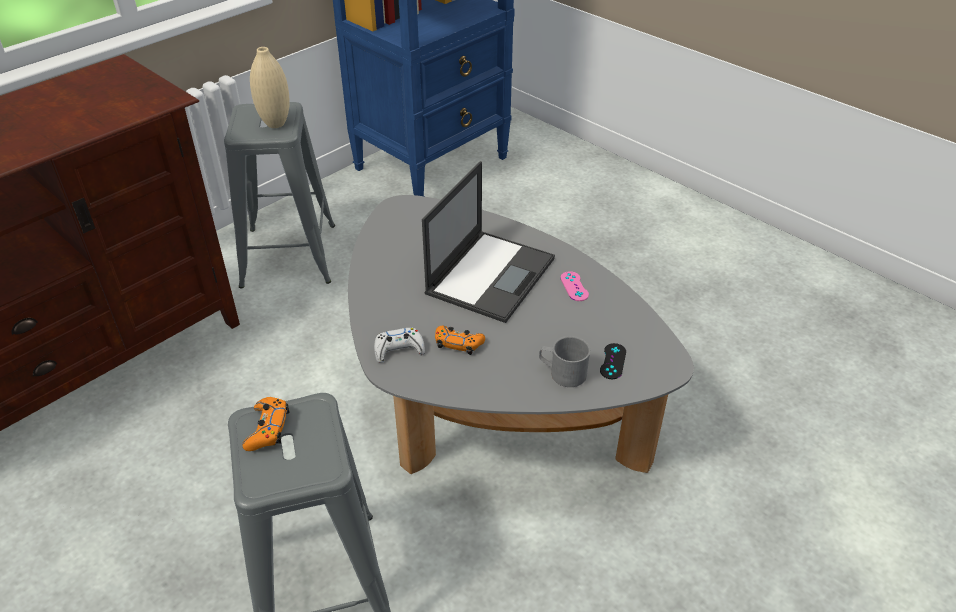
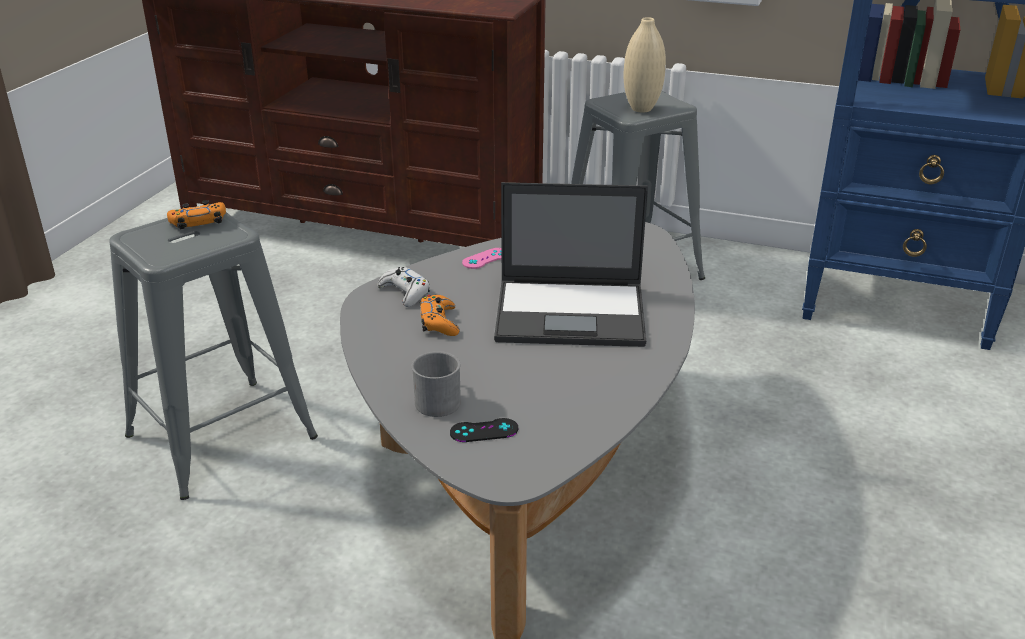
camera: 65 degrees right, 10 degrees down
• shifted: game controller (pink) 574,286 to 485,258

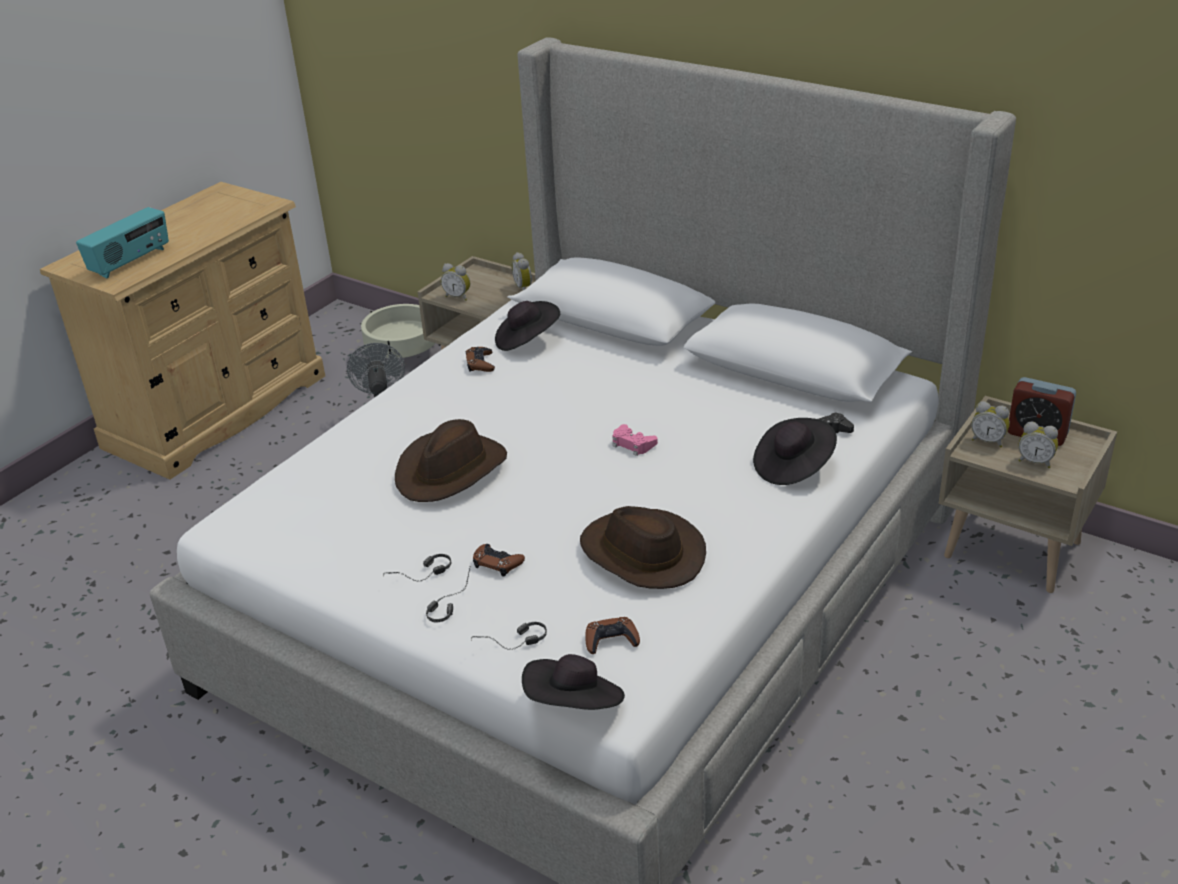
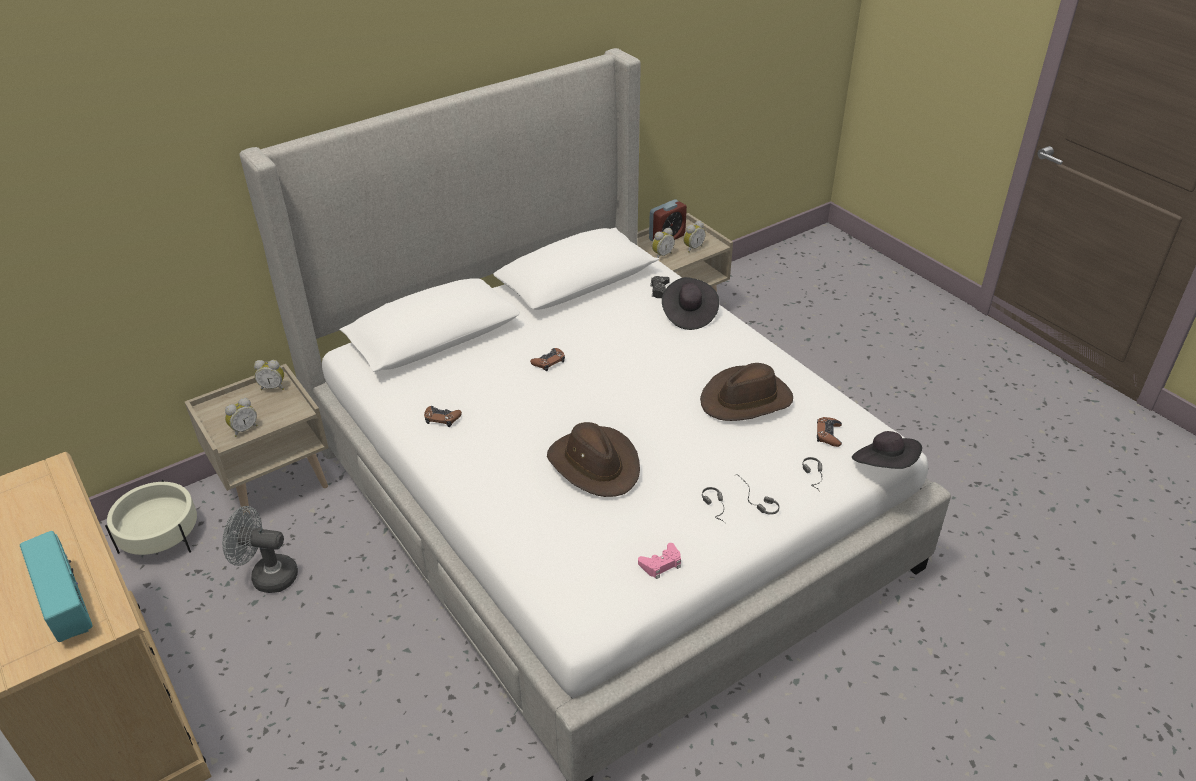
camera: 70 degrees left, 5 degrees up
• gone: hat (black) 526,340
• shifted: game controller (brown) 497,563 to 548,362
• shifted: game controller (pink) 633,444 to 661,564

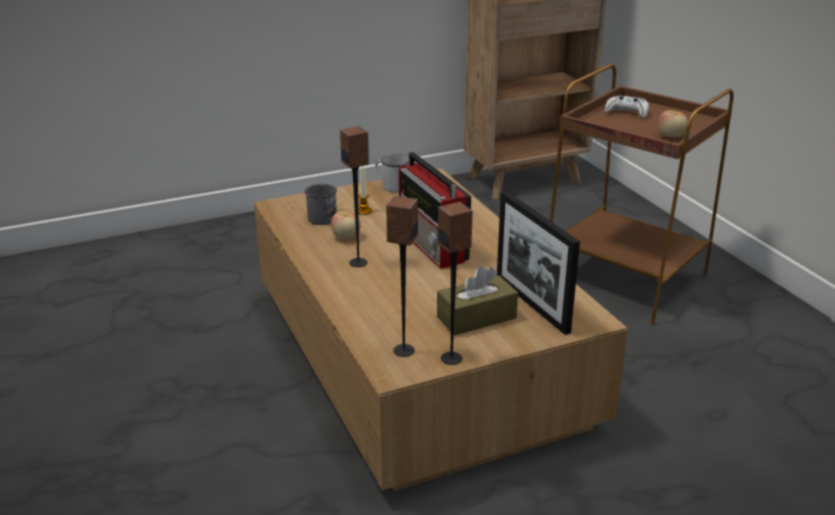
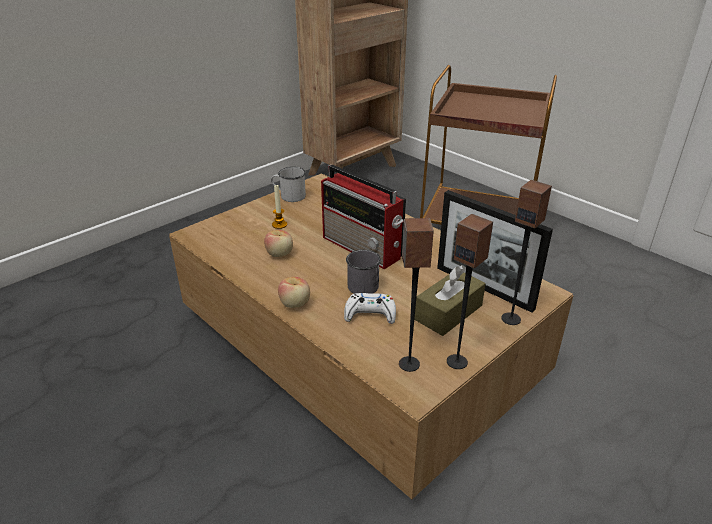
camera: 20 degrees left, 5 degrees up
• shifted: mug (grey) 324,216 to 363,283
• shifted: speaker 358,262 to 511,318
• shifted: game controller (white) 626,112 to 370,314
• shifted: apple 671,136 to 295,304

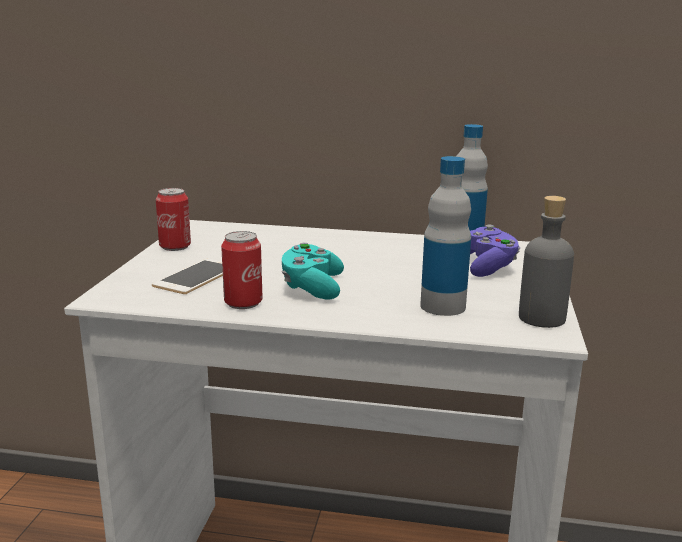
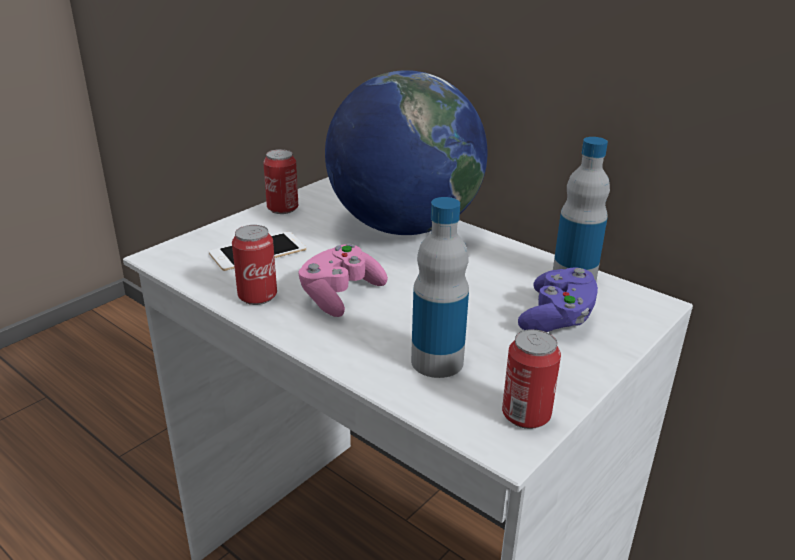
camera: 30 degrees right, 10 degrees up
• new: globe 403,227
• swapped: bottle (grey) 541,318 to can 526,415
• repainted: game controller (turquoise) 312,287 to game controller (pink) 340,295

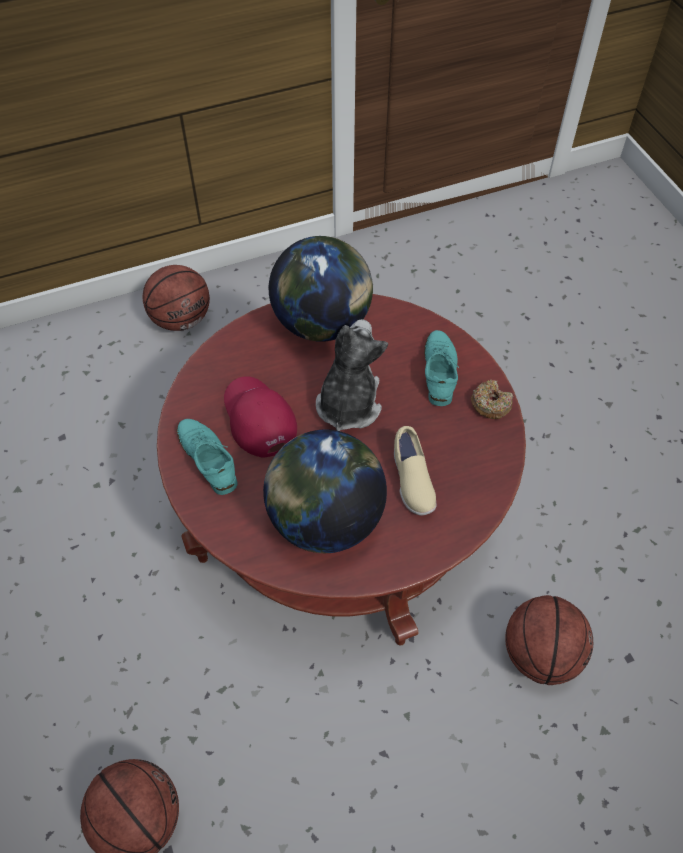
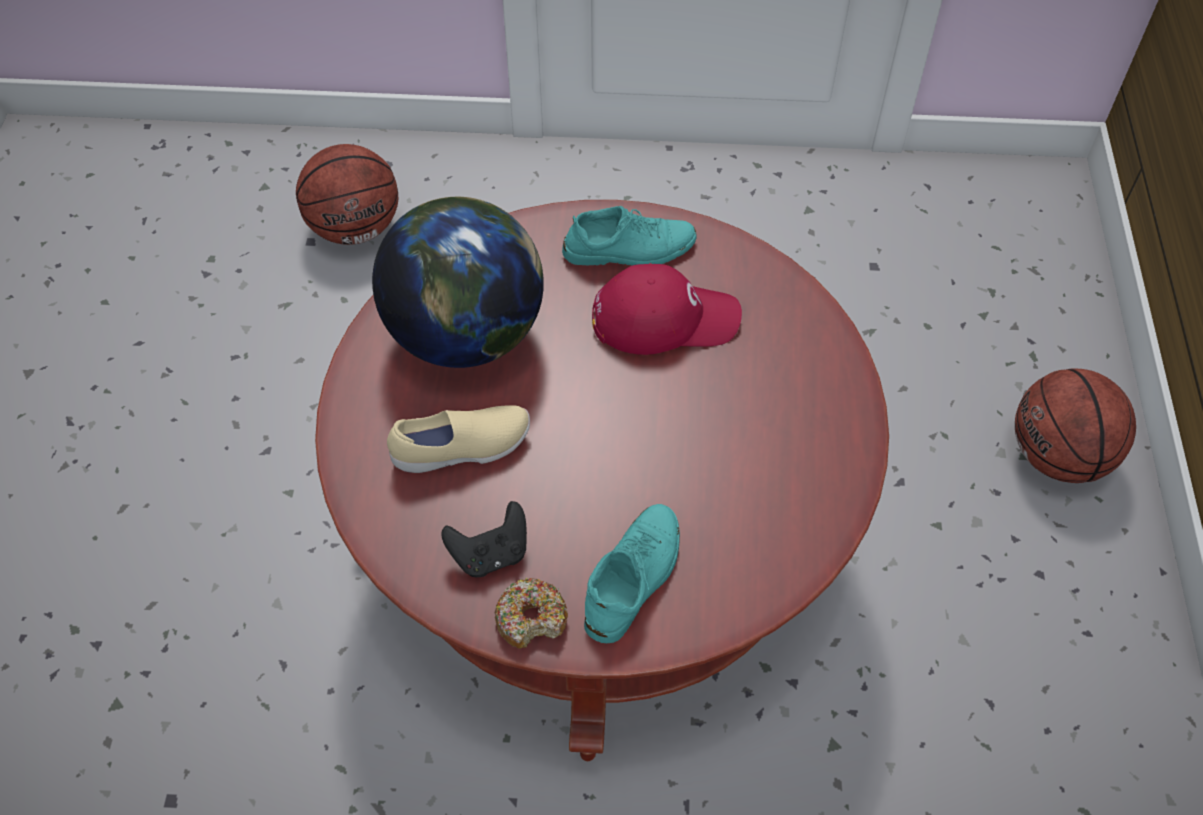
camera: 115 degrees right, 0 degrees up
• gone: globe 322,323
• gone: plush toy 348,404
• gone: basketball 540,653
• new: game controller (black) 490,554
• rotated: shoe (beige) 411,481 = 462,450 150 degrees clockwise
• rotated: shoe (turquoise) 439,371 = 633,577 90 degrees counterclockwise

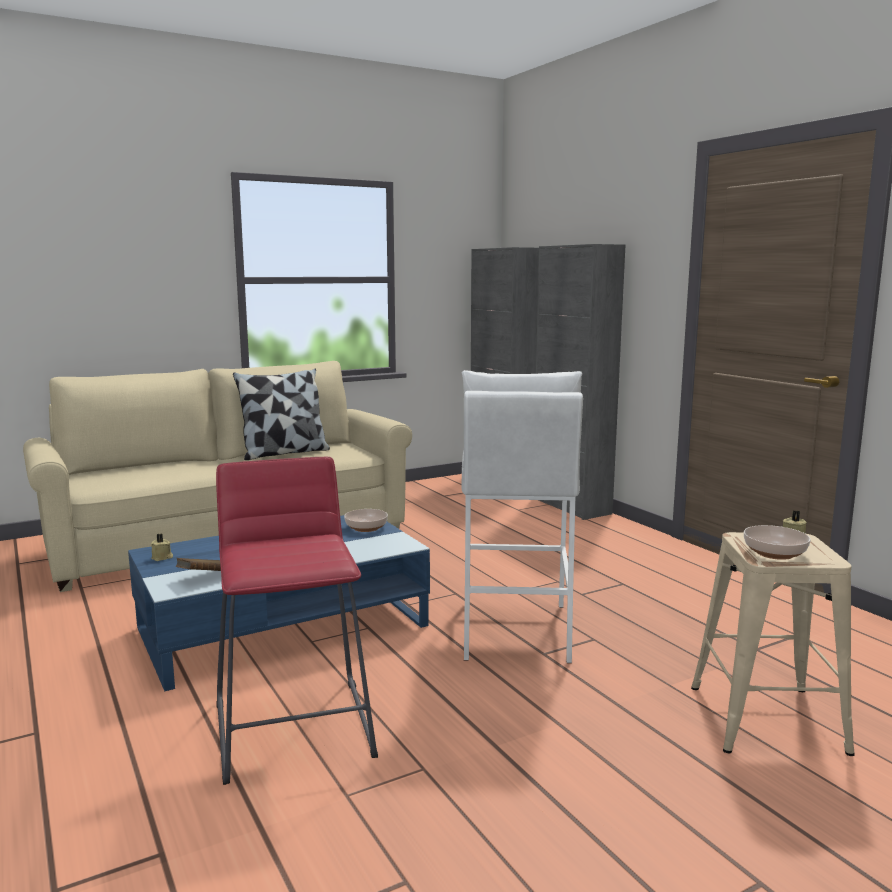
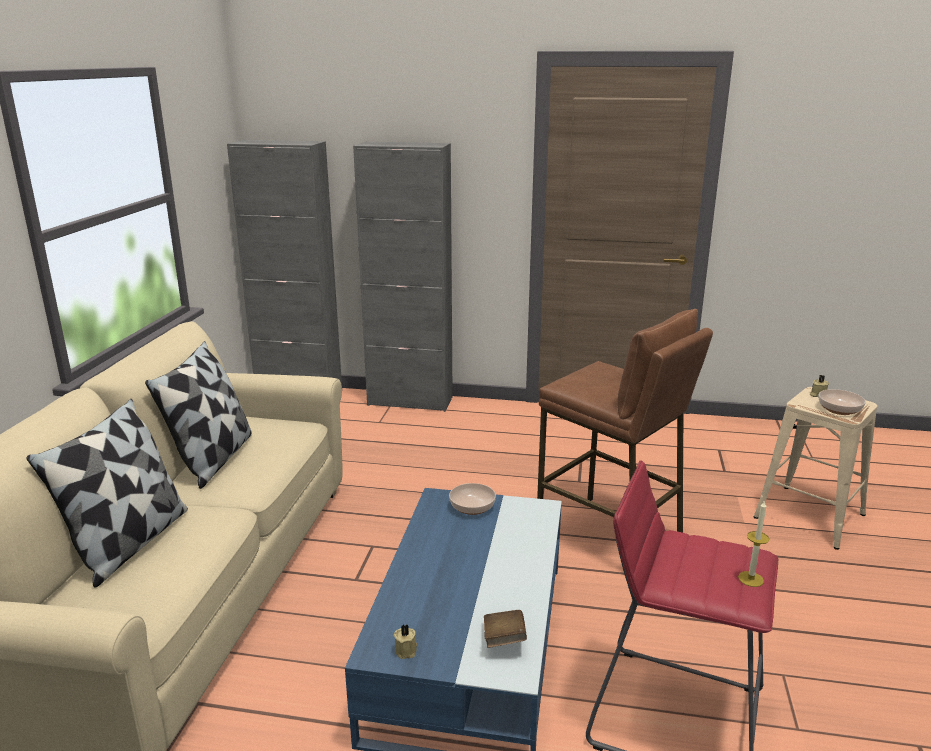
camera: 50 degrees left, 10 degrees up
• new: pillow 129,543
• new: candle 750,579
• repainted: stool (white) 514,631 to stool (brown) 609,537

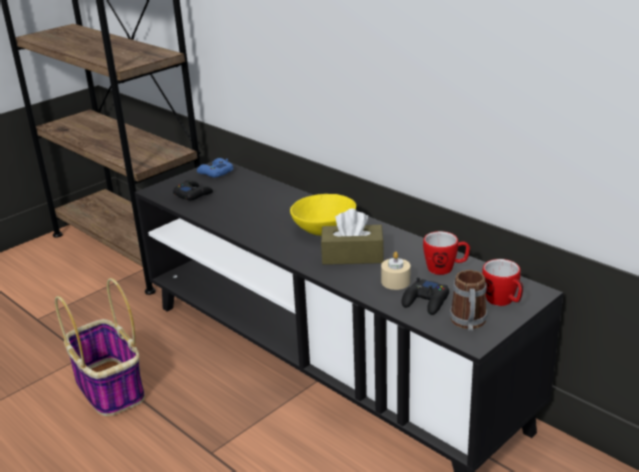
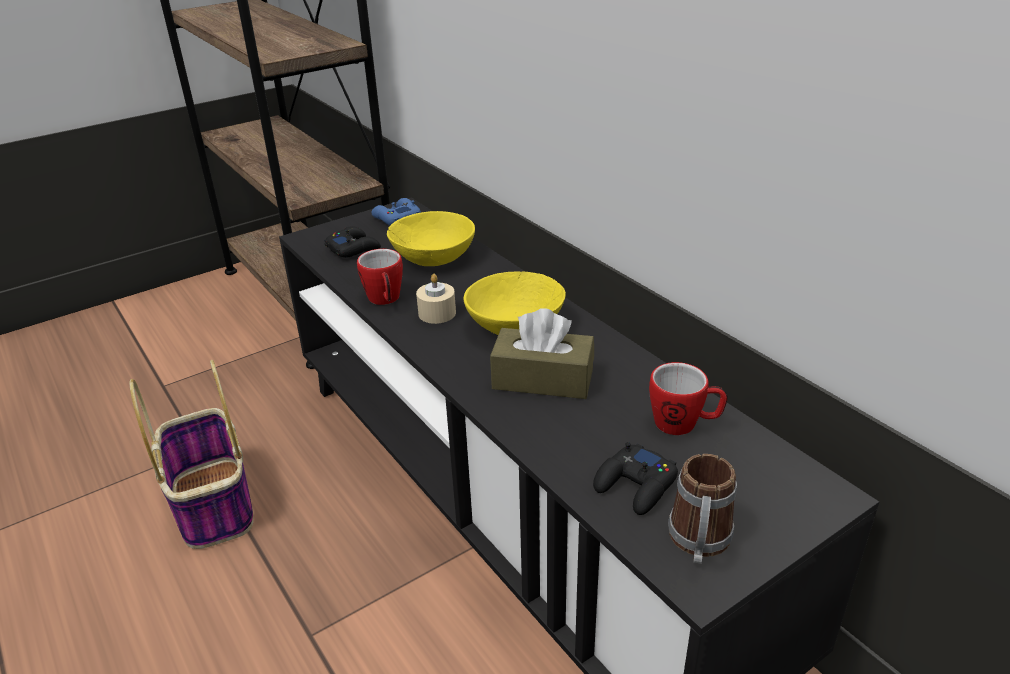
camera: 10 degrees right, 5 degrees up
• new: bowl (yellow) 432,257
• shifted: candle (beige) 395,282 to 437,313
• shifted: mug 503,302 to 385,300

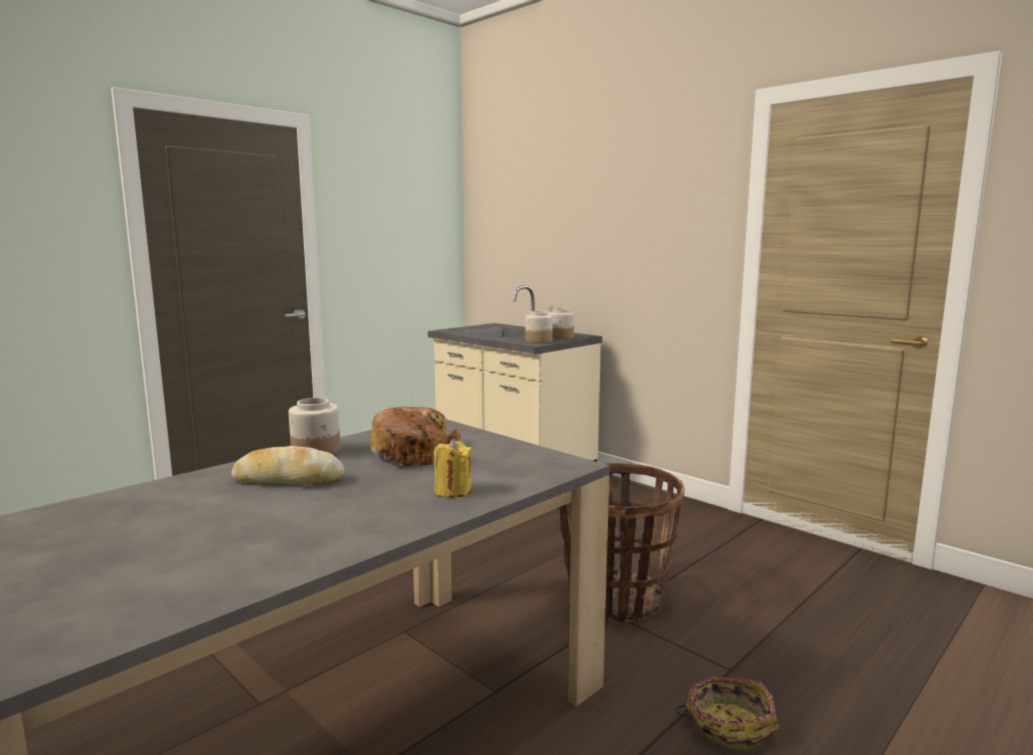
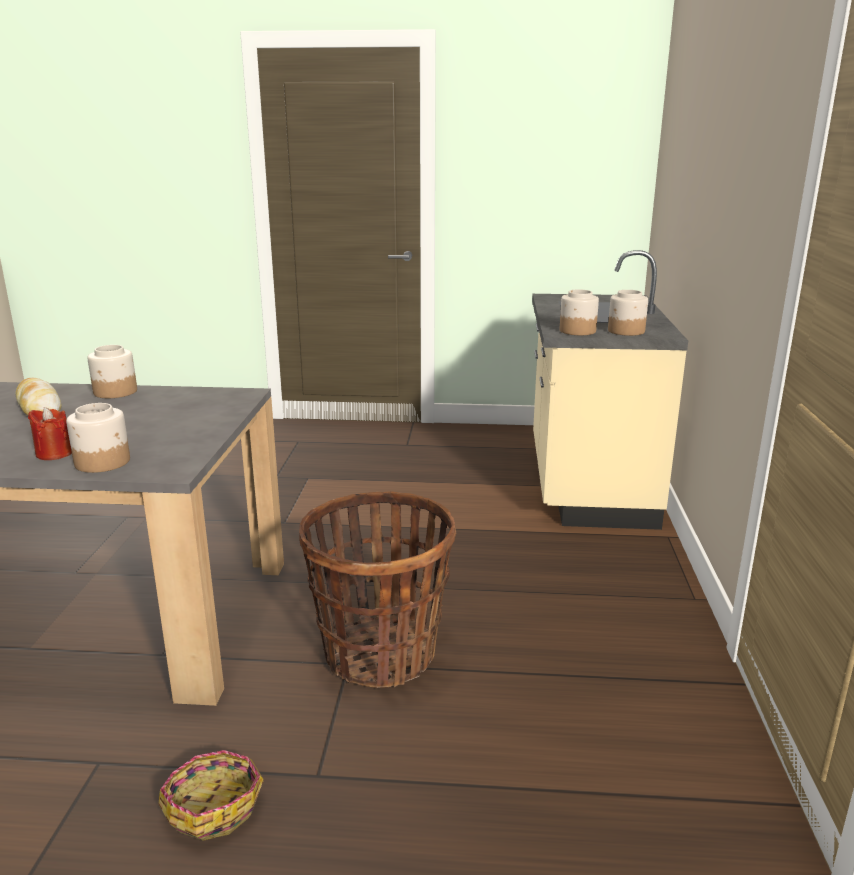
camera: 50 degrees right, 10 degrees up
• gone: bread 417,453
• new: jar 103,462
• repainted: candle (yellow) 453,491 to candle (red) 54,453

